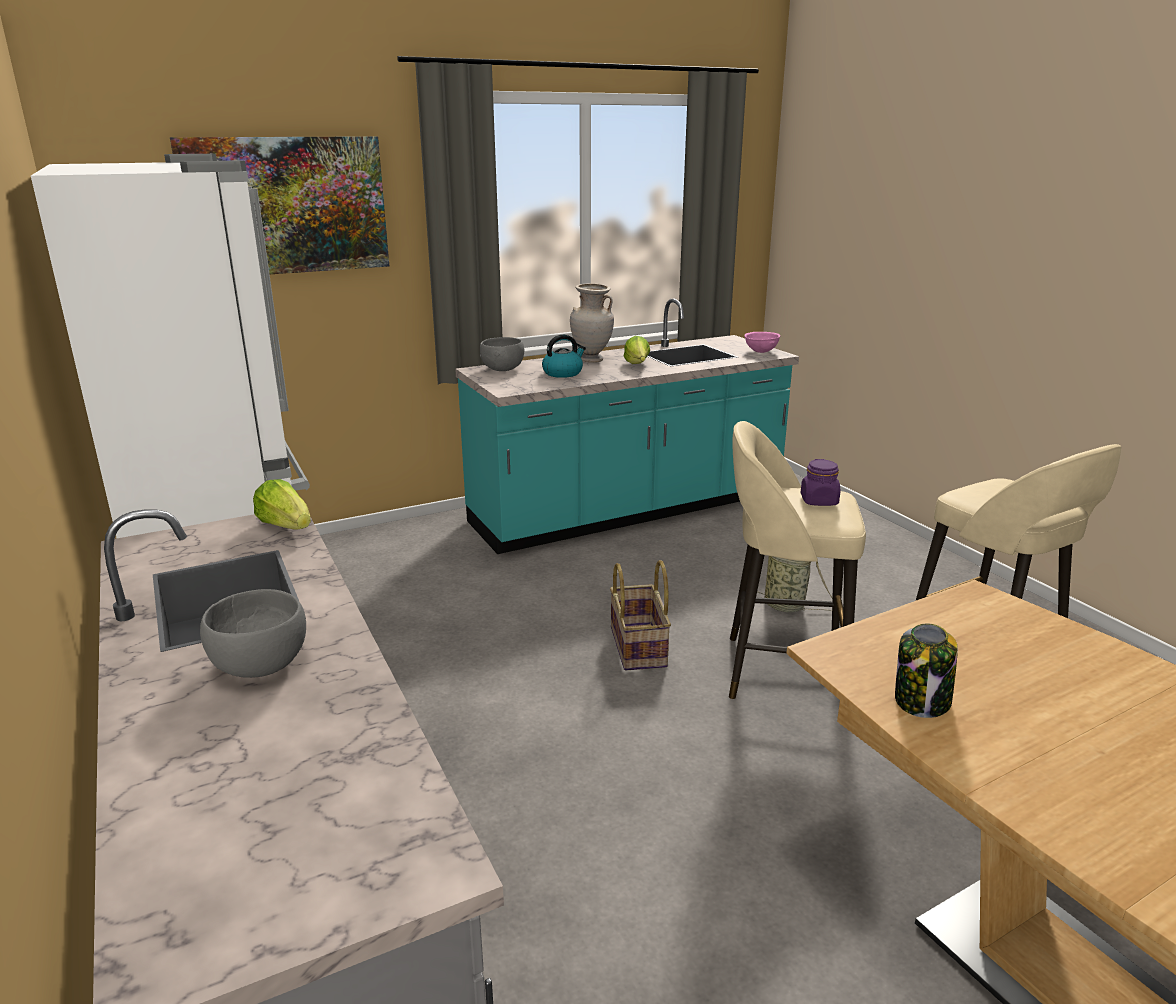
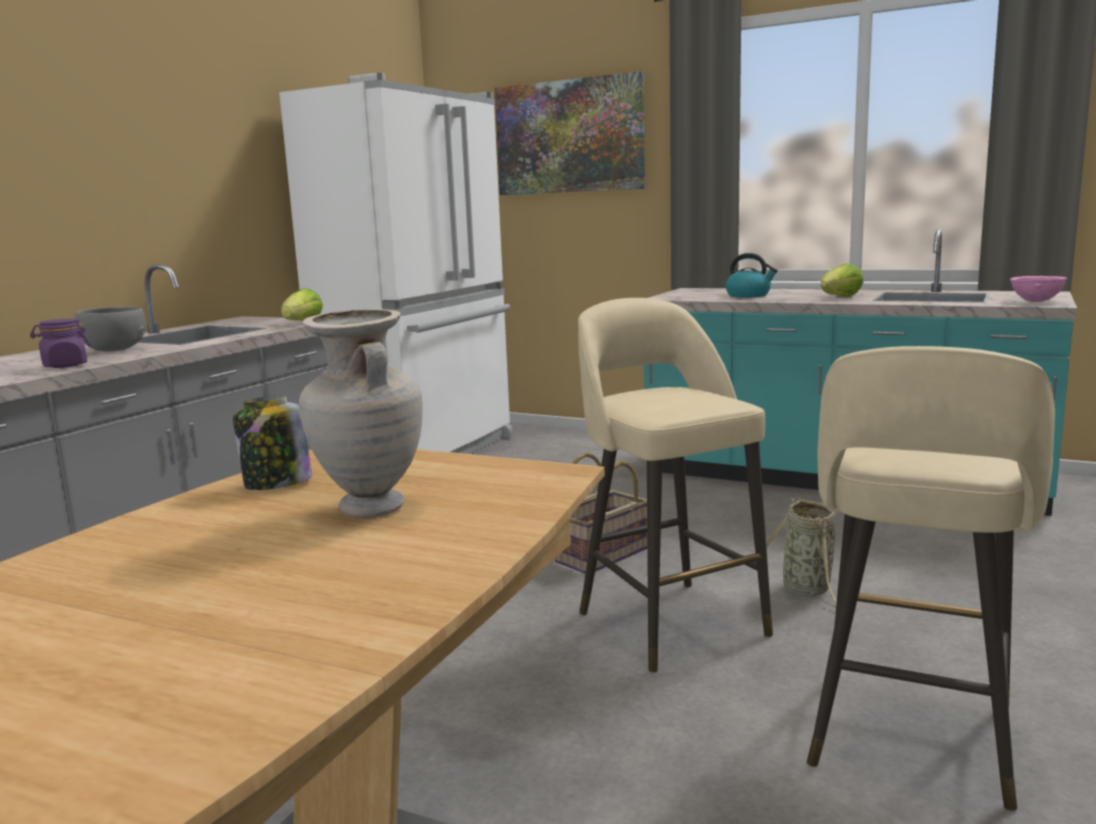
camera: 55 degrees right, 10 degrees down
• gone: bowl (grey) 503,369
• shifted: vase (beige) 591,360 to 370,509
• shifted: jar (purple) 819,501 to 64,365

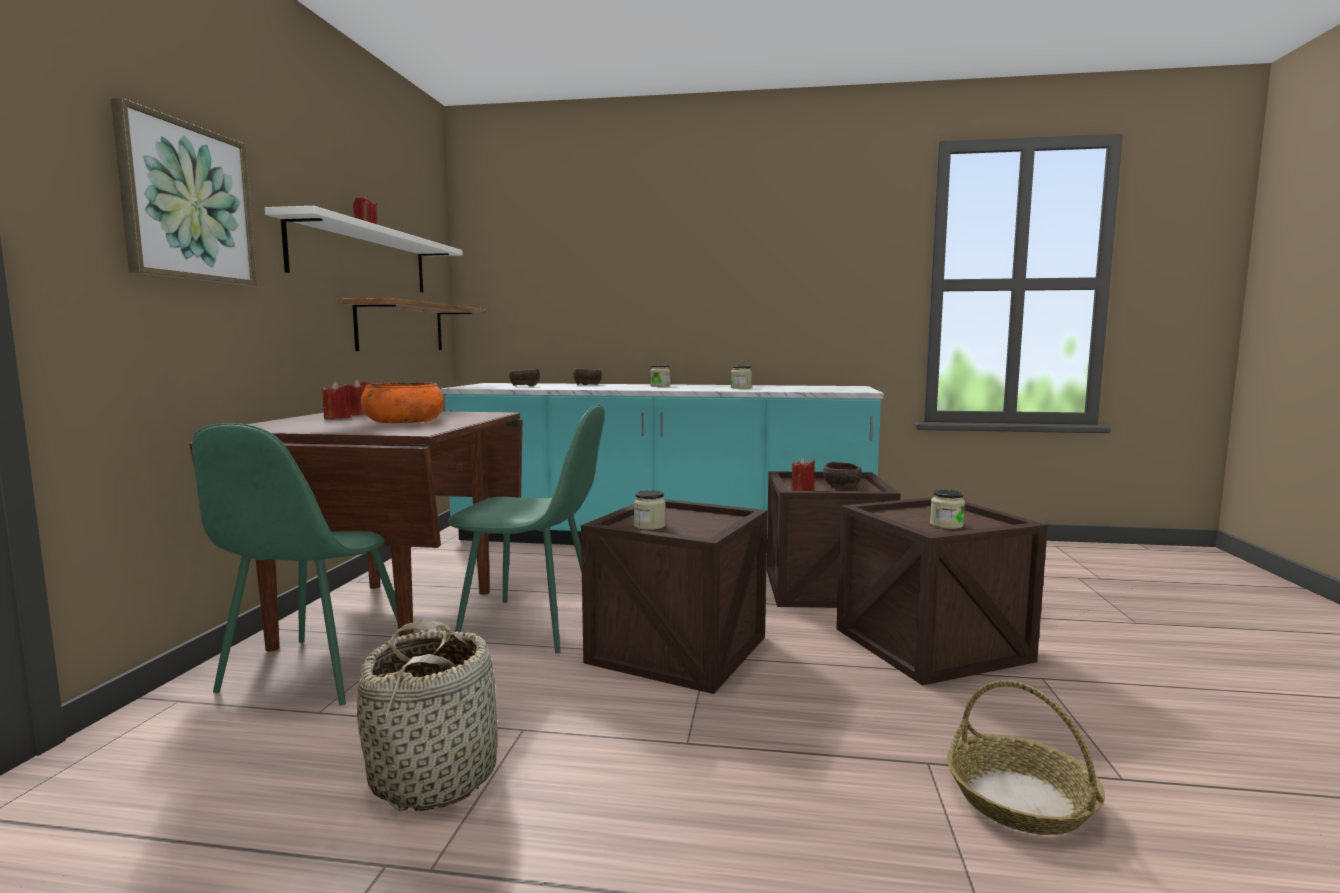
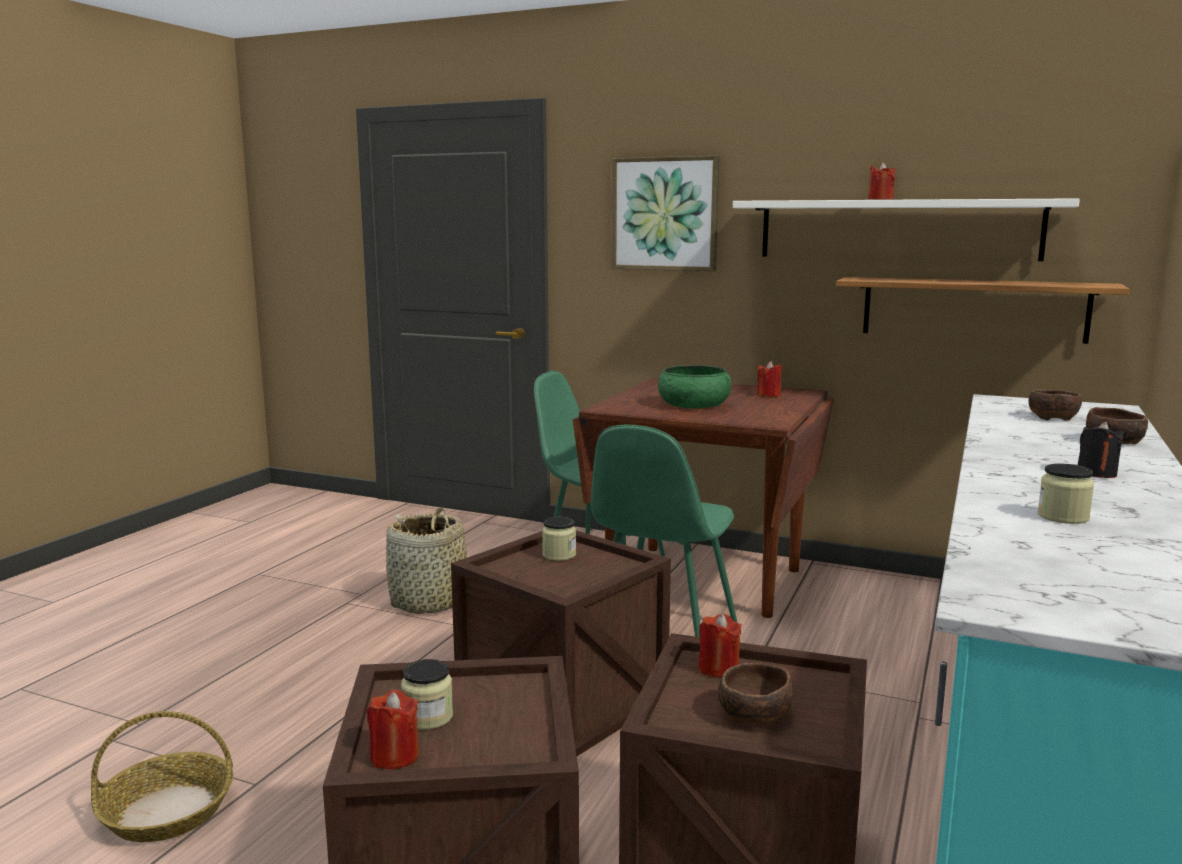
camera: 105 degrees right, 5 degrees up
• shifted: candle (red) 337,418 to 394,756
• swapped: jar 660,386 to candle (black) 1096,473
• repainted: bowl (orange) 404,421 to bowl (green) 694,404

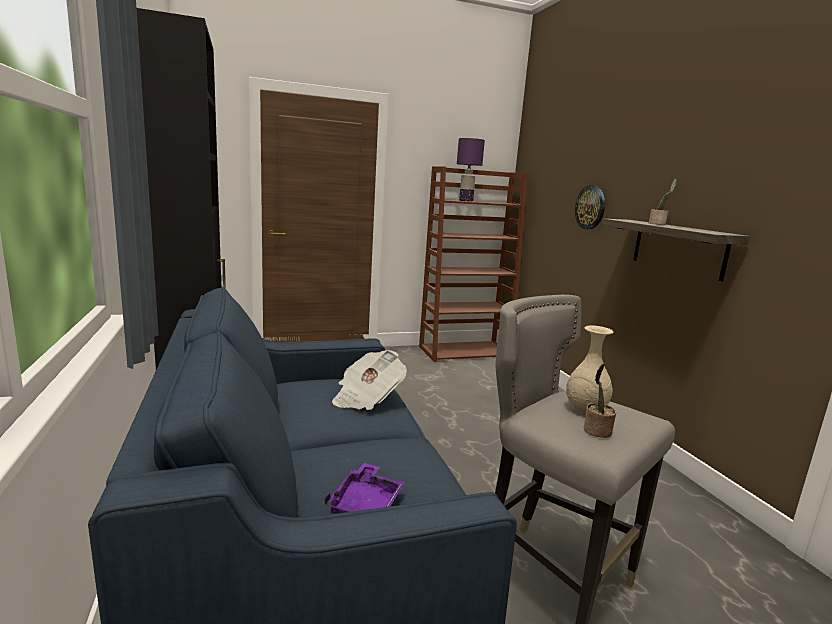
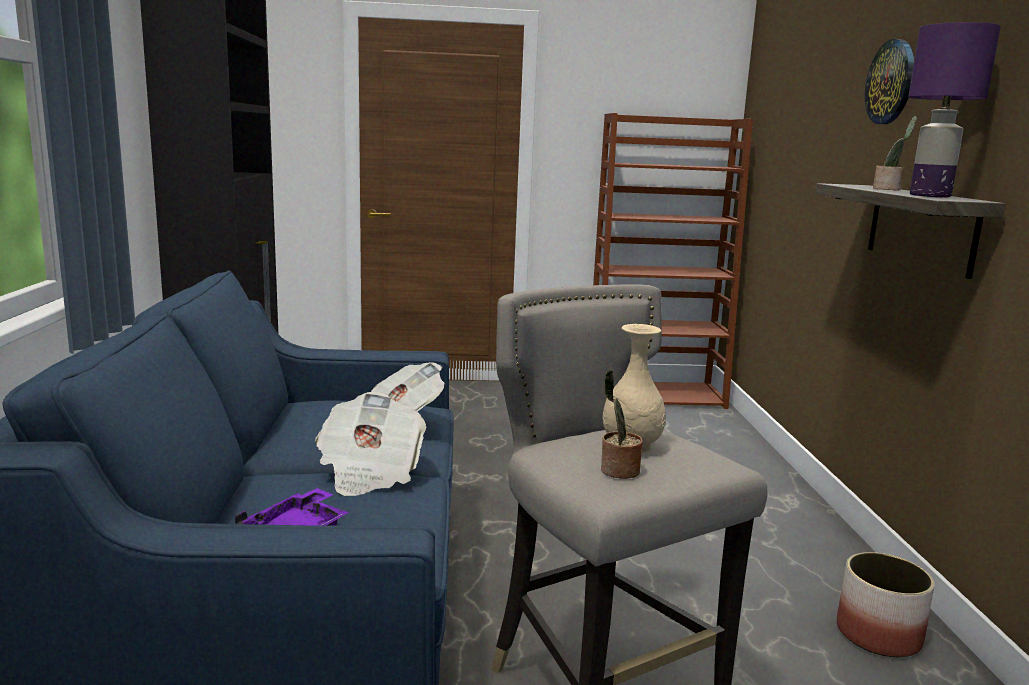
camera: 15 degrees right, 0 degrees up
• new: newspaper 369,472
• new: planter 879,635
• shifted: table lamp (purple) 465,201 to 928,196
• shifted: wall clock 590,207 to 891,82

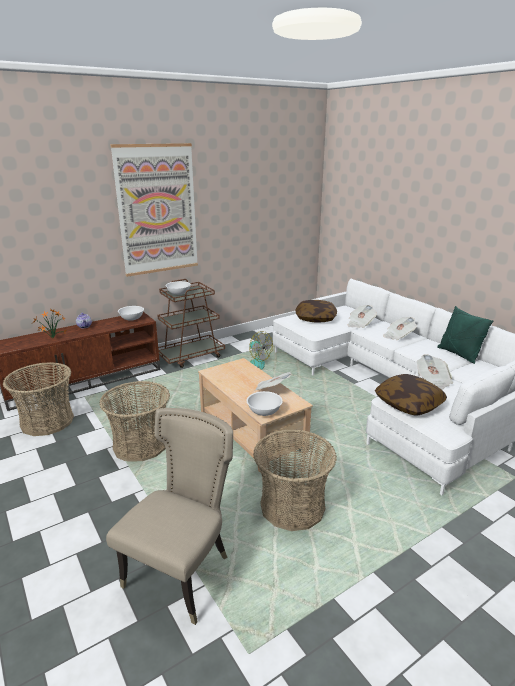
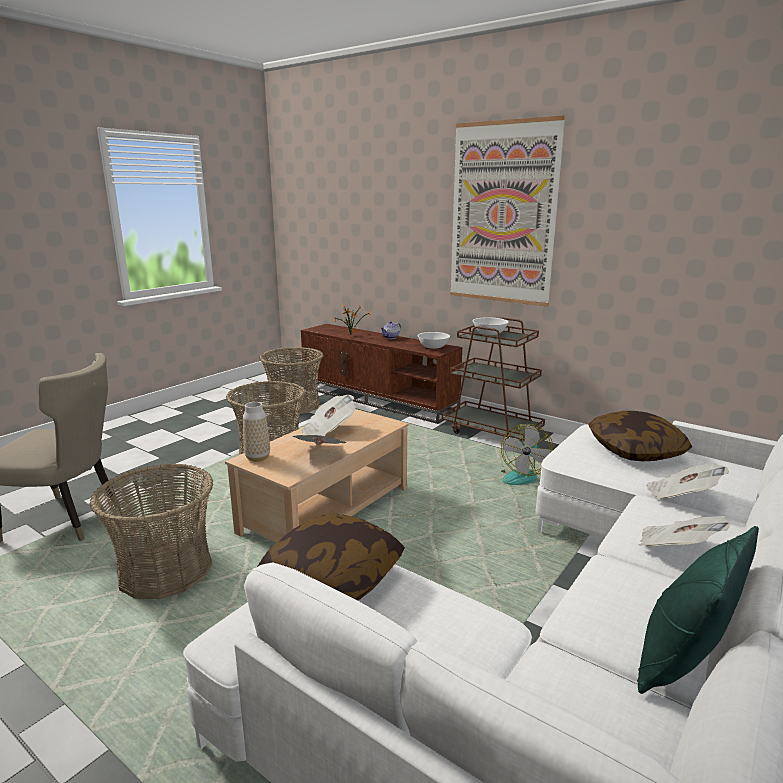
camera: 70 degrees right, 5 degrees down
• shifted: newspaper 433,381 to 329,429
• swapped: bowl (white) 264,411 to vase 257,458

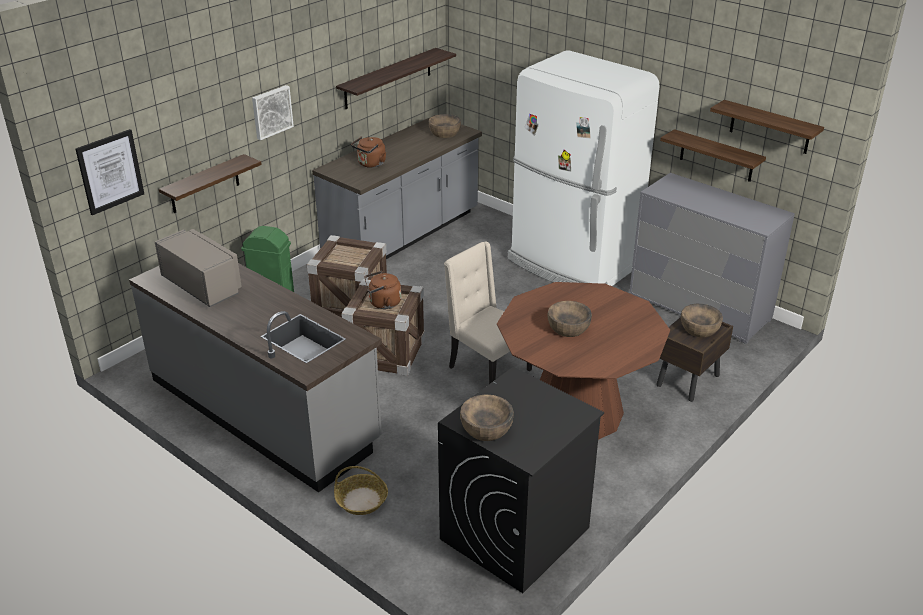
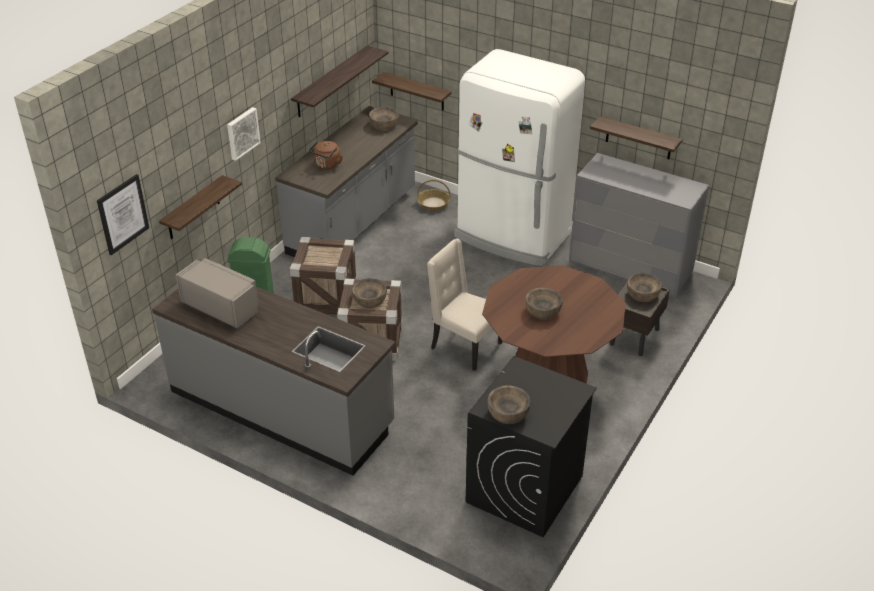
camera: 10 degrees left, 5 degrees up
• shifted: basket 361,500 to 433,204
• shifted: shelf 770,127 to 417,92
• swapped: kettle (brown) 383,303 to bowl (brown) 369,300

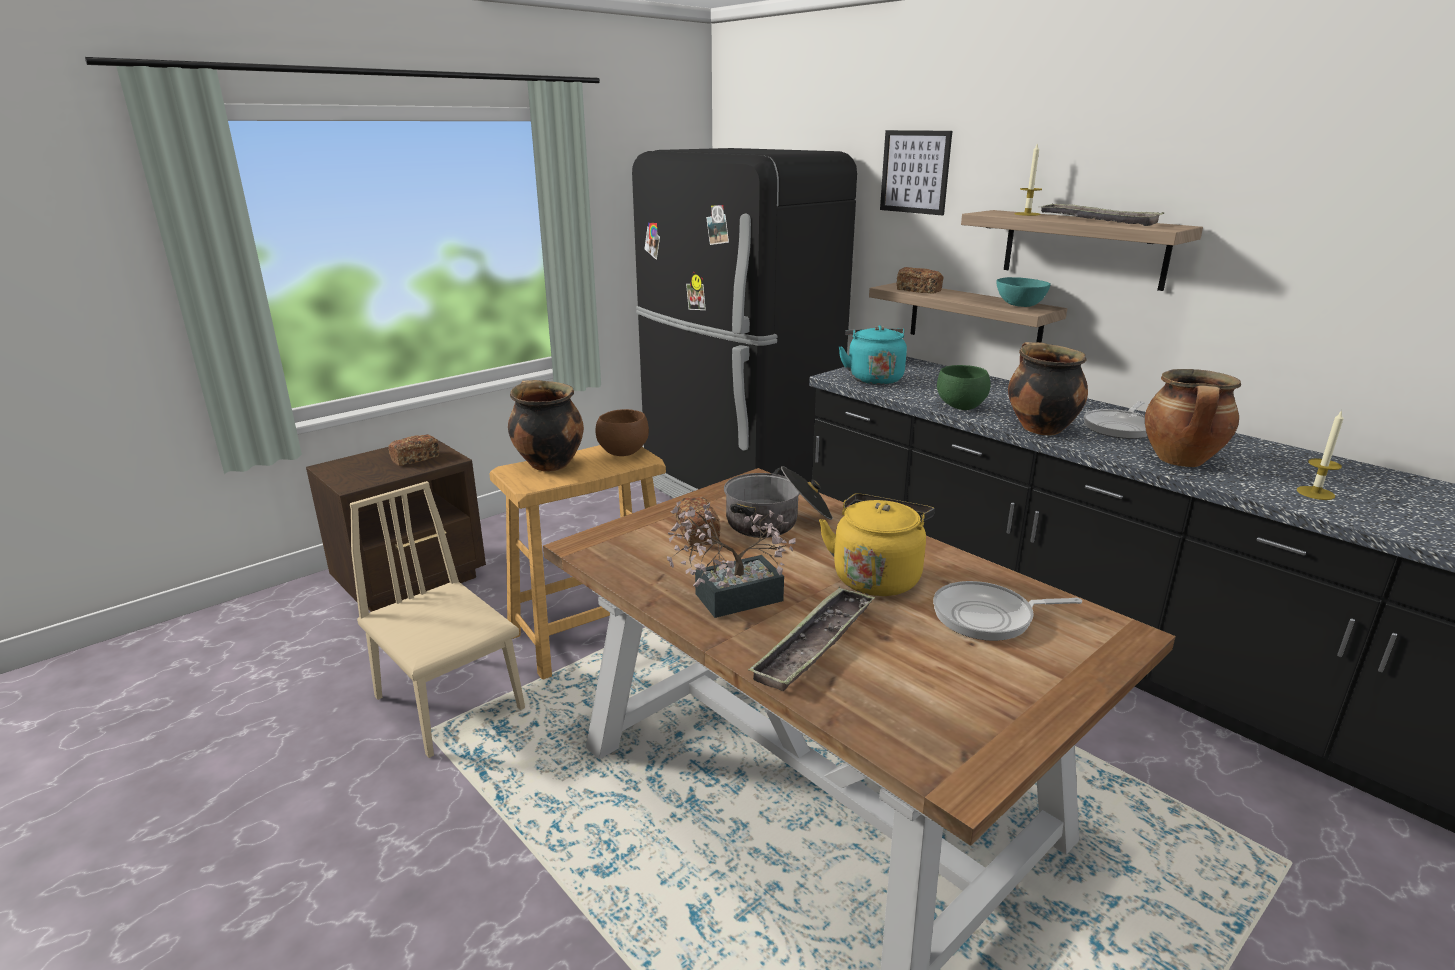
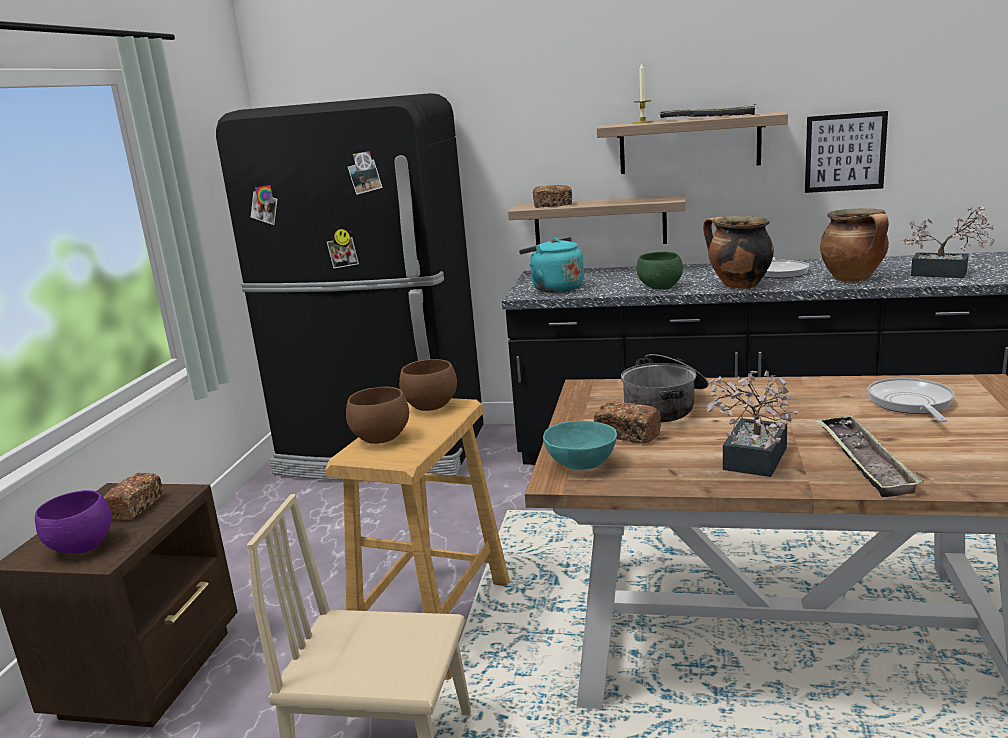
camera: 35 degrees left, 5 degrees down
• gone: kettle (yellow) 877,577
• new: bowl (purple) 82,547
• shifted: picture 915,172 to 845,152
• shifted: bowl (turquoise) 1019,305 to 579,464
• swapped: cooking pot 548,464 to bowl (brown) 379,439
• swapped: candle 1315,493 to potted plant 946,274
• rotated: frying pan 988,617 = 911,403 135 degrees clockwise

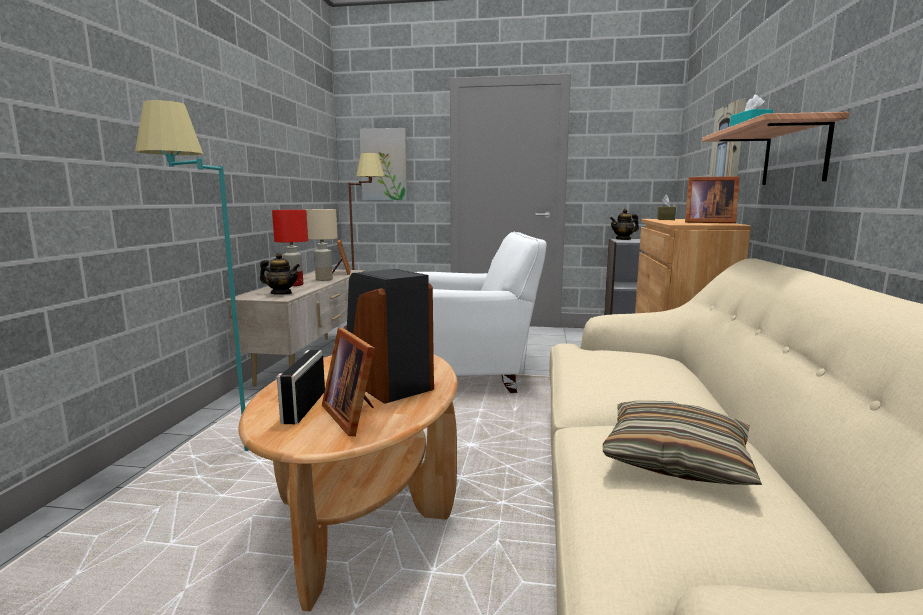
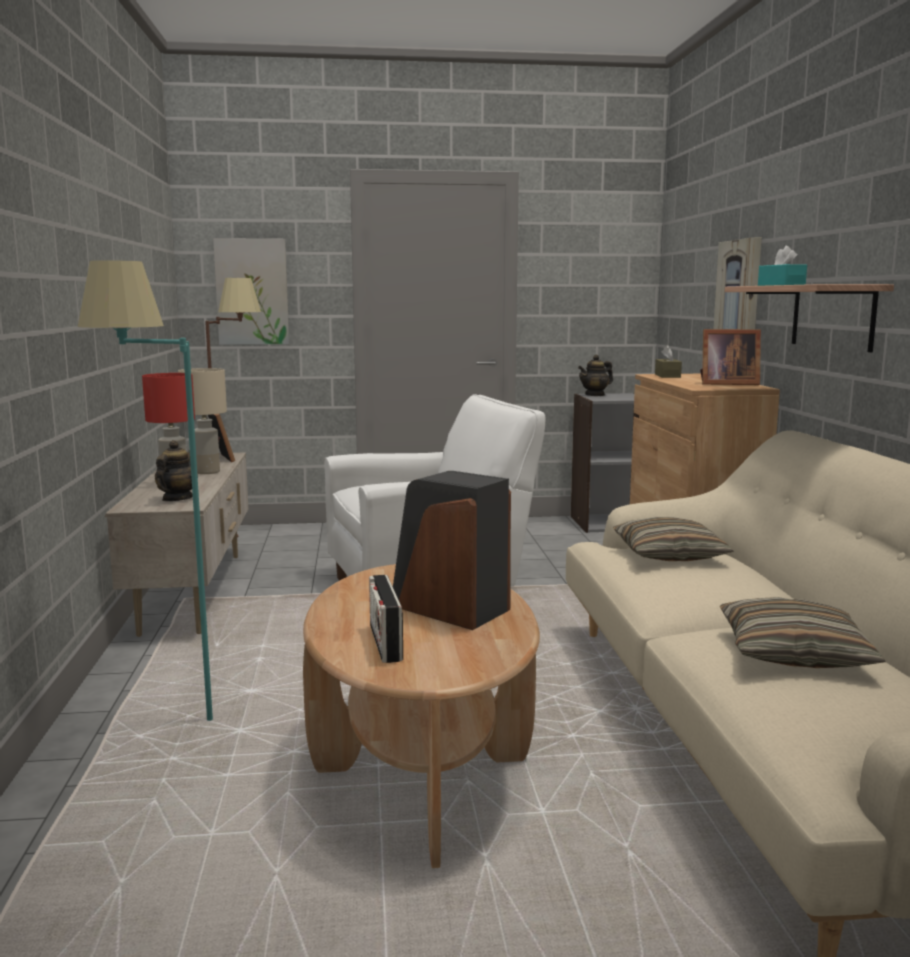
camera: 15 degrees left, 0 degrees up
• gone: picture frame 354,415
• new: pillow 669,555
• rotated: teapot 281,293 = 177,499 75 degrees counterclockwise

